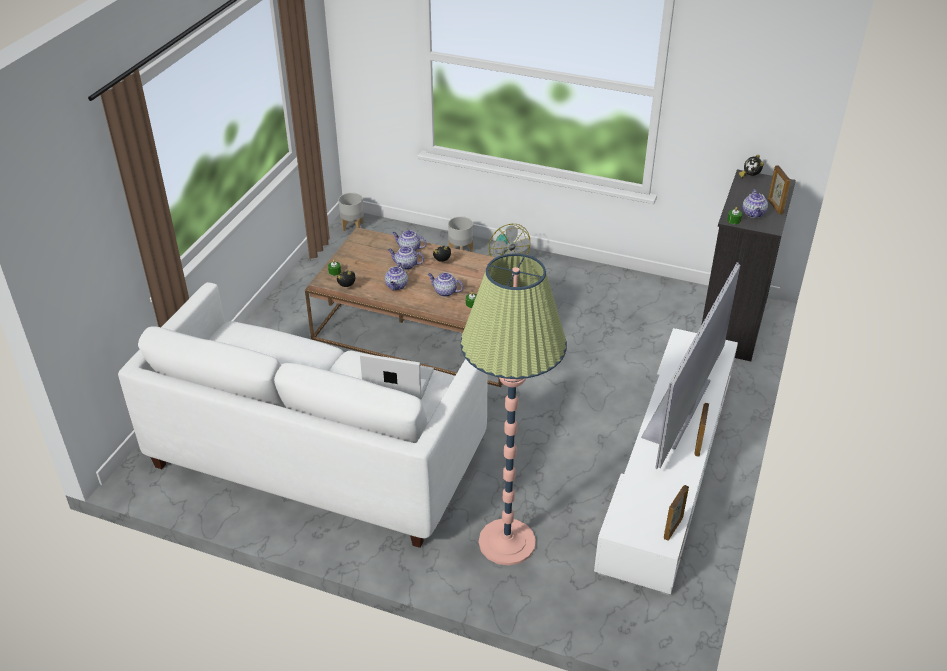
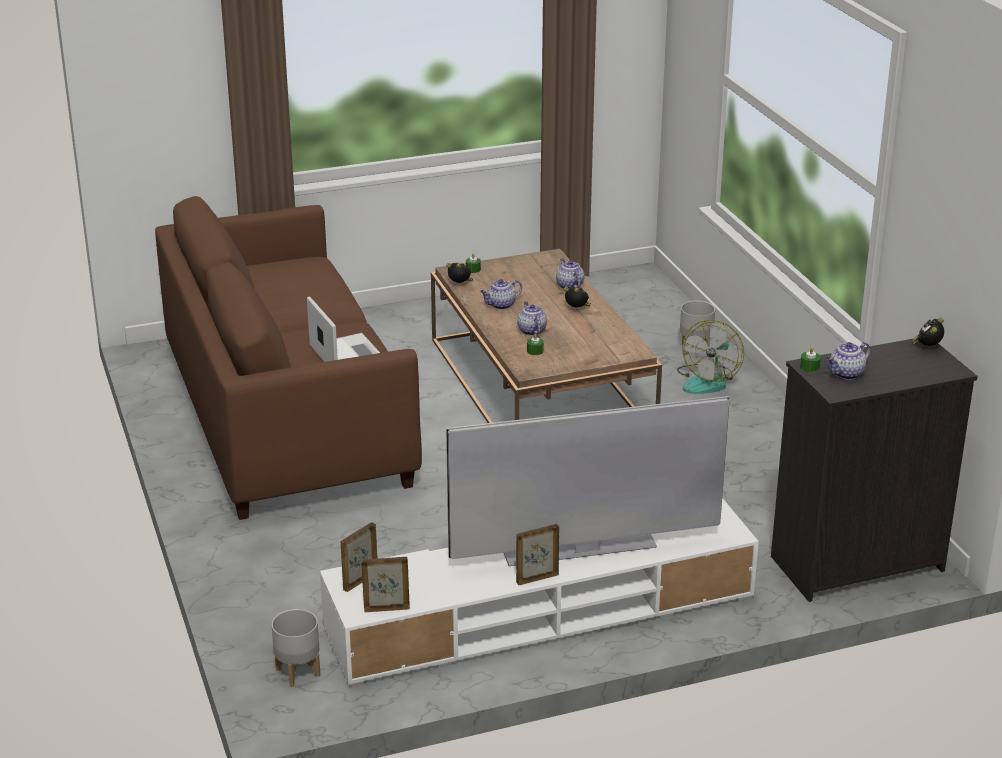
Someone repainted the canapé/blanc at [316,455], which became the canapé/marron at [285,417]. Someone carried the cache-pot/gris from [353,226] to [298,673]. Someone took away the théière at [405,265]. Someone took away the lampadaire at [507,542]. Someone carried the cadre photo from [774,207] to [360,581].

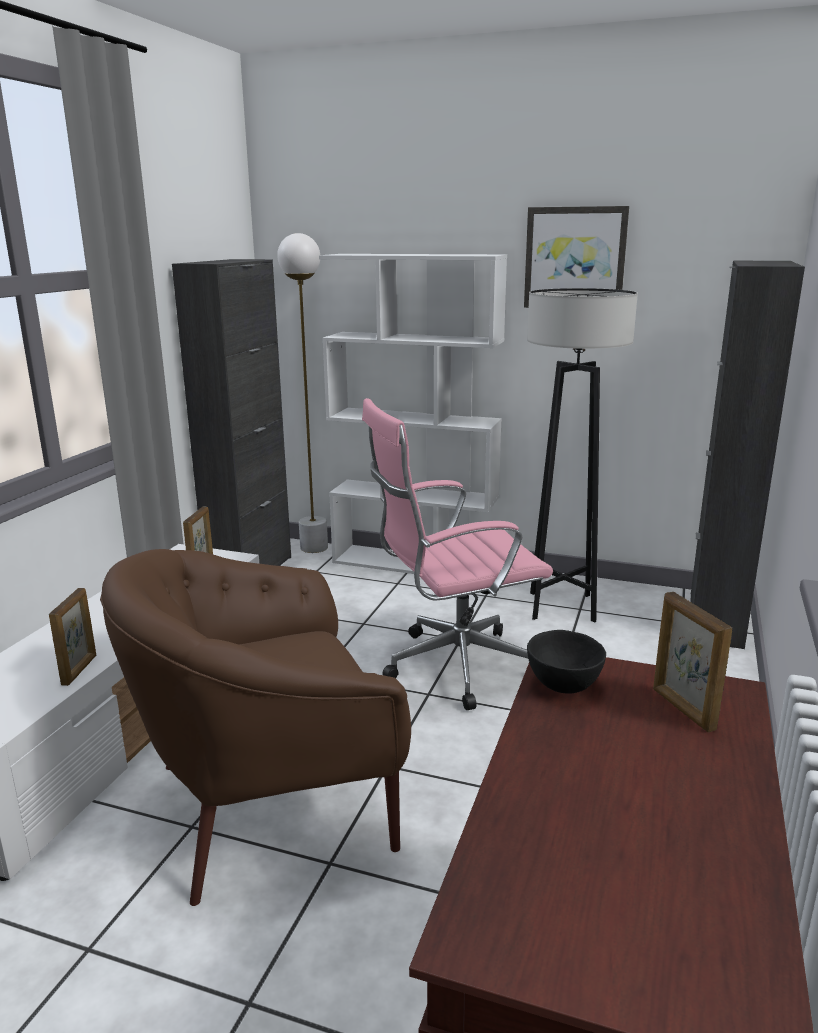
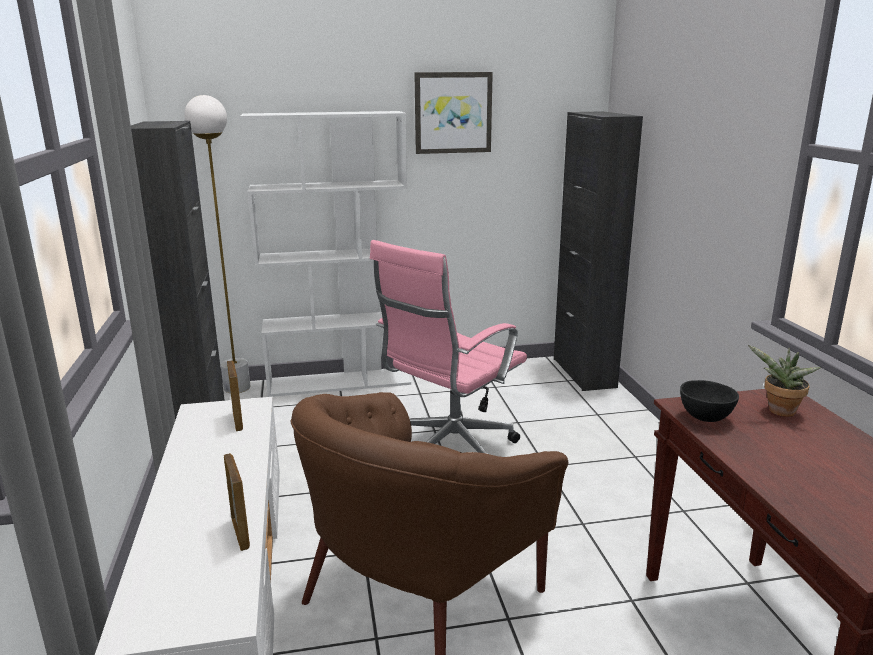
Someone took away the lampadaire/gris at [561,607]. Someone swapped the cadre photo at [682,709] for the plante en pot at [779,412].

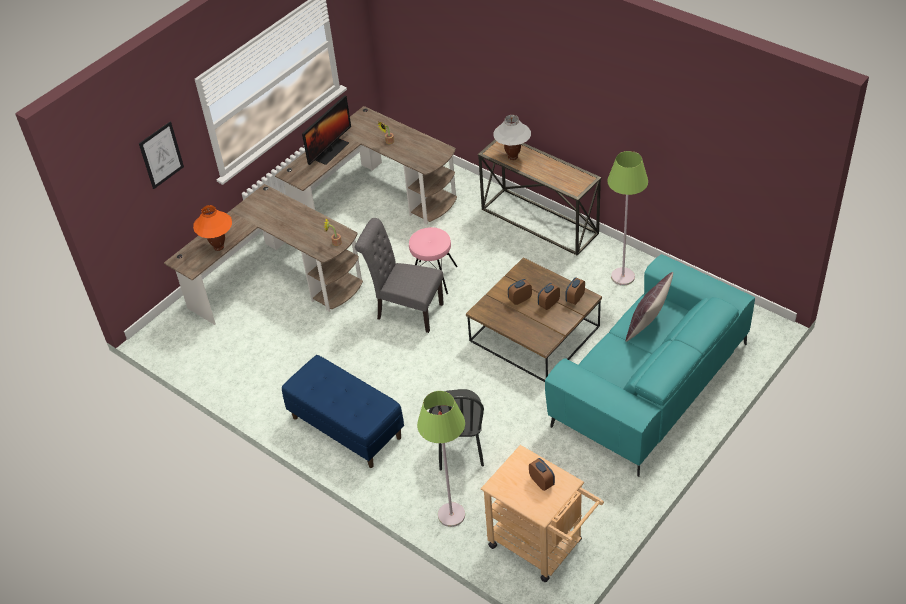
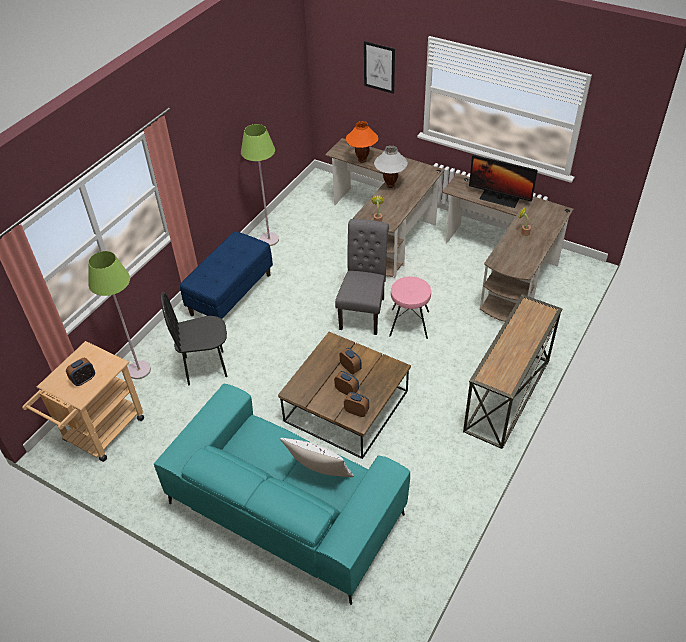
Someone carried the lampe de table/blanc from [512,157] to [390,185]. Someone carried the lampadaire/vert from [622,277] to [269,239]. Someone repainted the coussin/marron at [647,325], which became the coussin/blanc at [319,474].

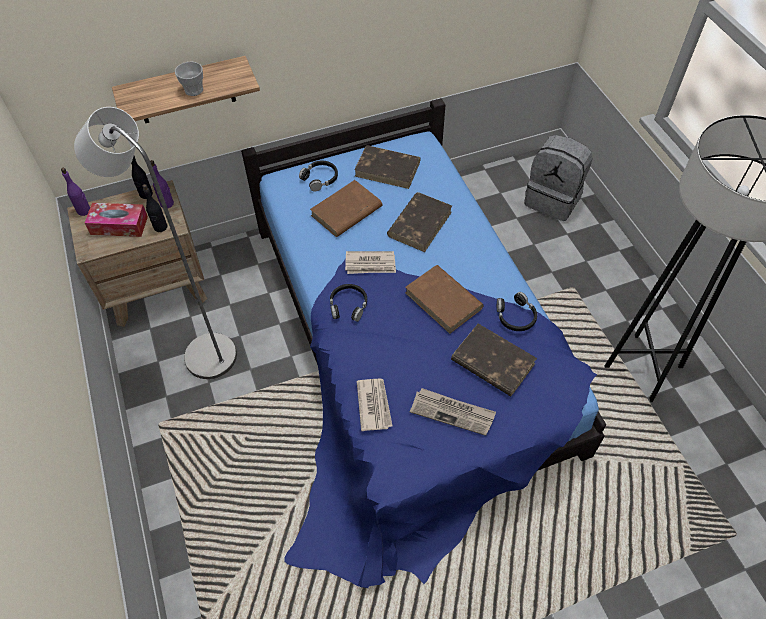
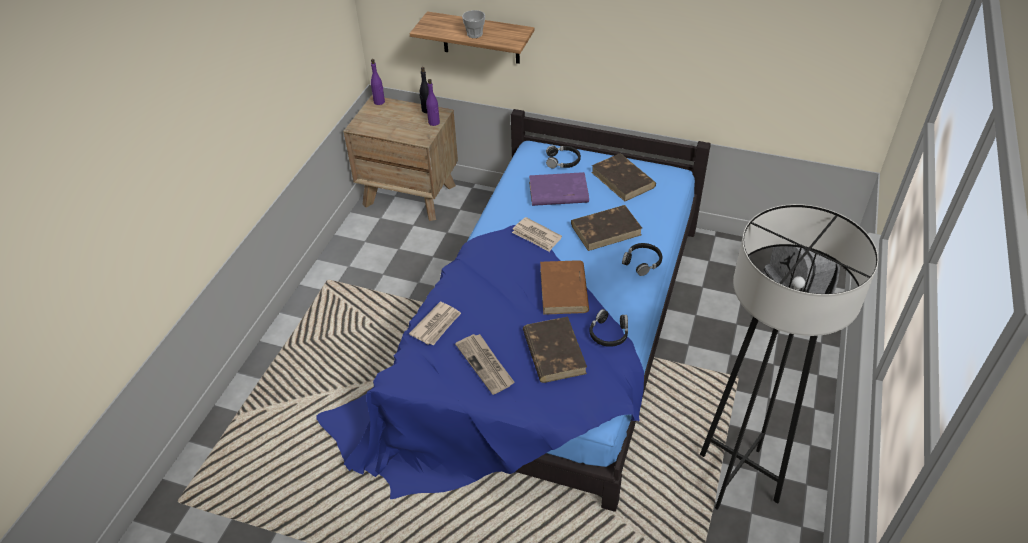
Someone took away the lampadaire/gris at [203,351]. Someone took away the boîte à mouchoirs at [119,225]. Someone took away the bouteille/noir at [160,227]. Someone repainted the livre/marron at [346,212], which became the livre/violet at [557,193]. Someone carried the casque audio/noir from [348,305] to [642,262].

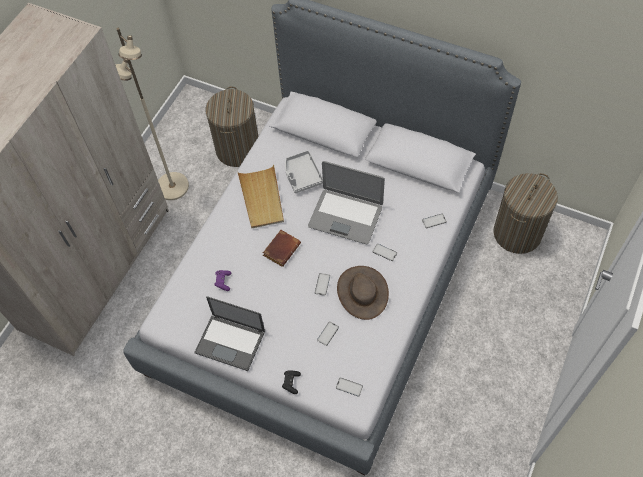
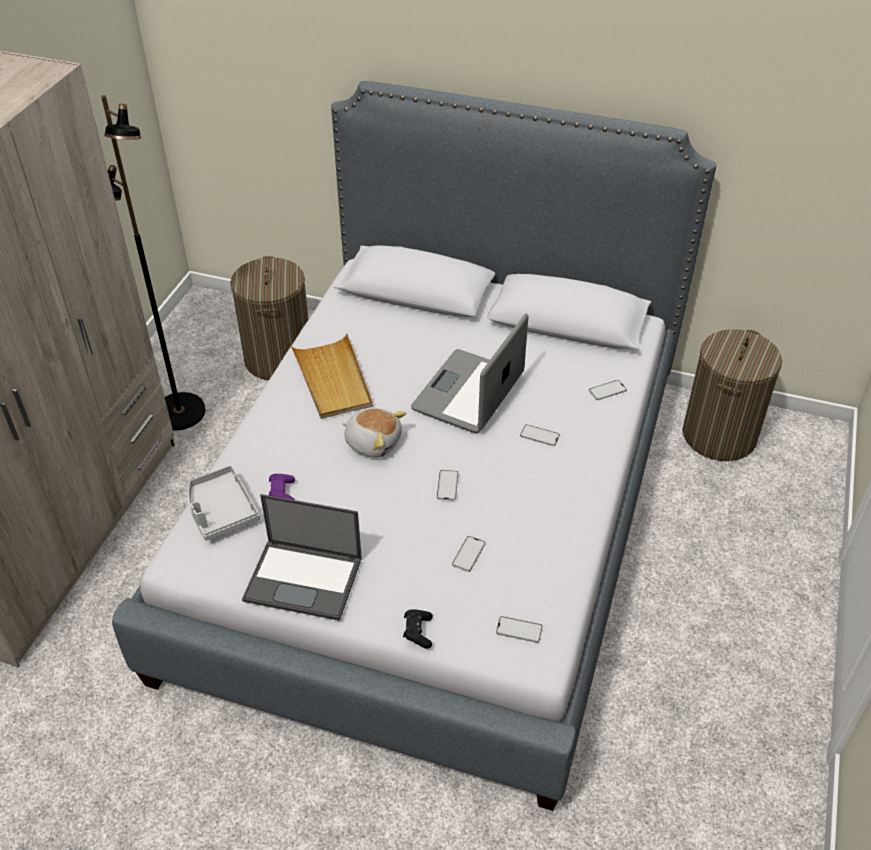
Someone repainted the lampadaire/beige at [172,187], which became the lampadaire/noir at [178,413]. Someone swapped the livre/marron at [281,248] for the peluche at [373,442]. Someone carried the plateau/gris from [302,175] to [221,510]. Someone rotated the ordinateur portable at [345,216] by 105 degrees clockwise. Someone took away the chapeau/marron at [362,292].

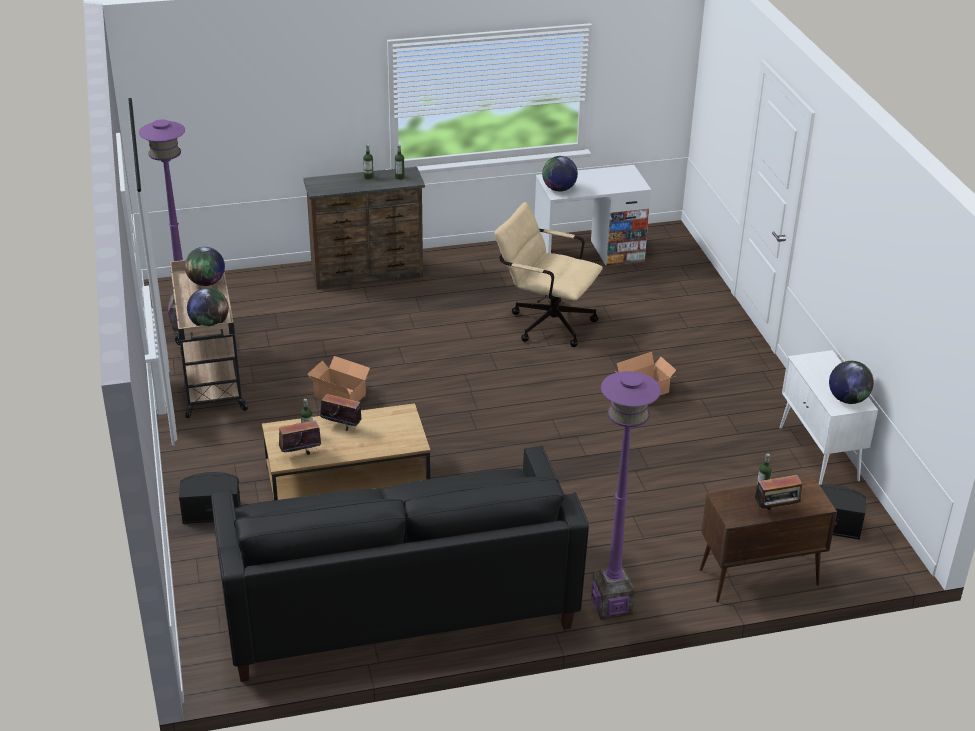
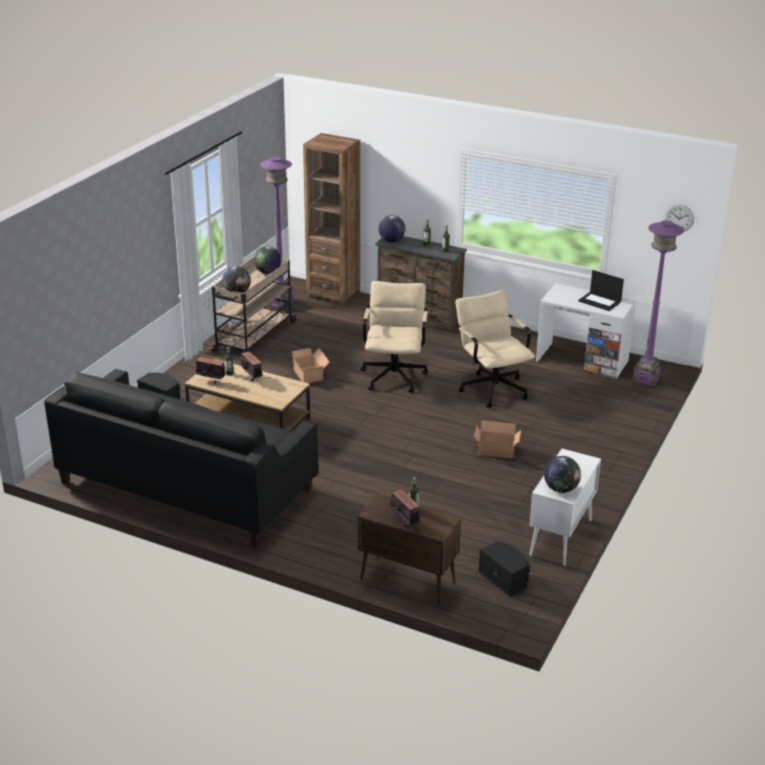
Someone carried the globe from [559,189] to [391,241]. Someone carried the lampadaire/violet from [611,606] to [645,381]. Someone rotated the radio at [776,510] by 150 degrees counterclockwise. Someone put down the bibliothèque/marron at [333,295]. Someone put down the chaise de bureau/beige at [394,374]. Someone put down the ordinateur portable at [600,301]. Someone put up the horloge murale at [679,218].

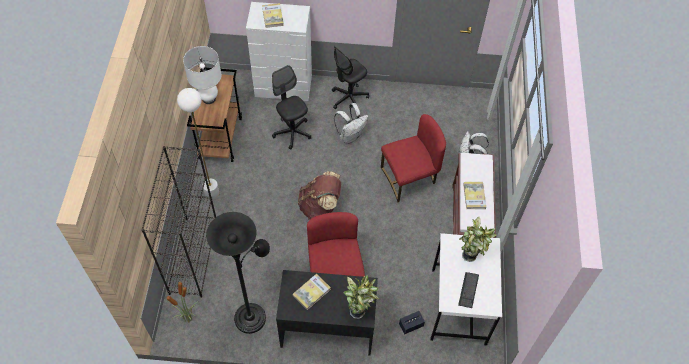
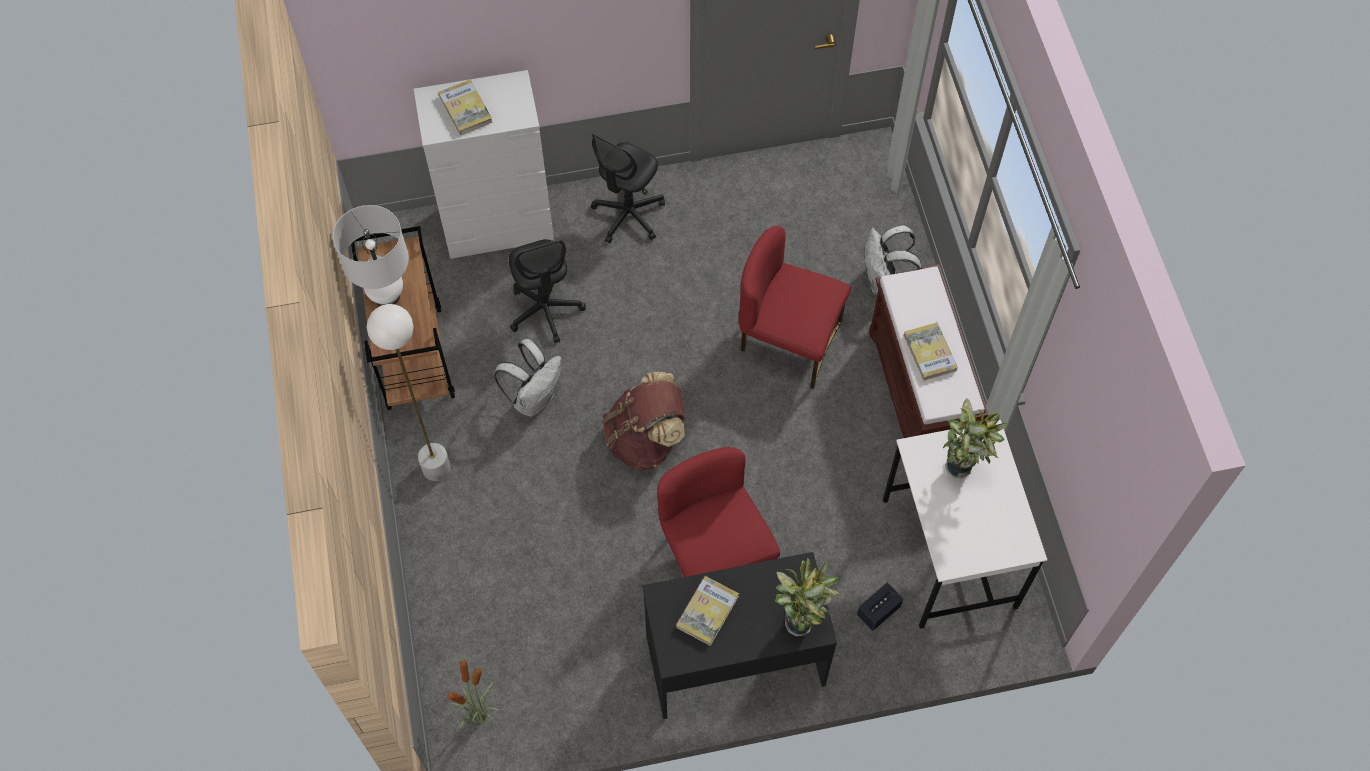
Someone took away the bibliothèque/noir at [193,256]. Someone took away the lampadaire/noir at [252,315]. Someone rotated the chaise de bureau/noir at [292,132] by 150 degrees counterclockwise. Someone carried the sac à dos/blanc from [350,136] to [534,398]. Someone rotated the chaise/rouge at [409,178] by 120 degrees counterclockwise. Someone took away the clavier at [468,290].

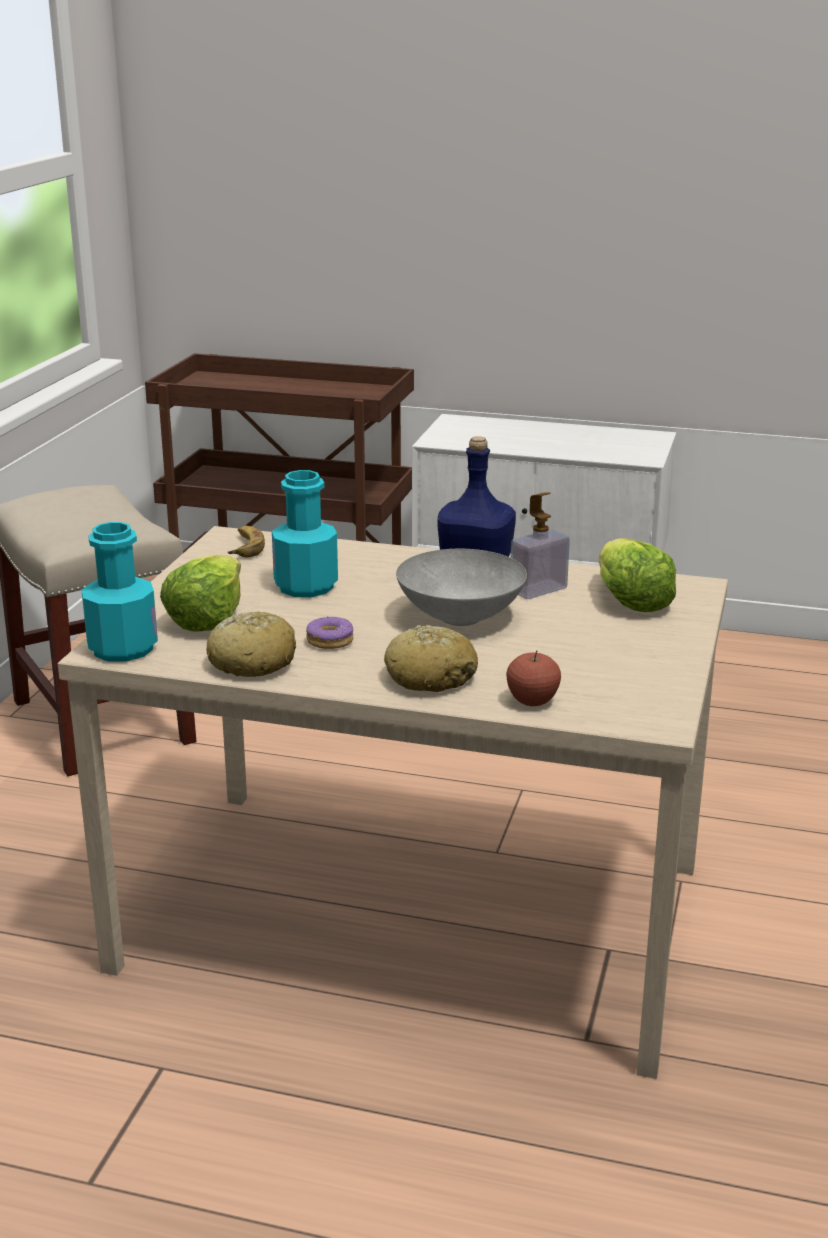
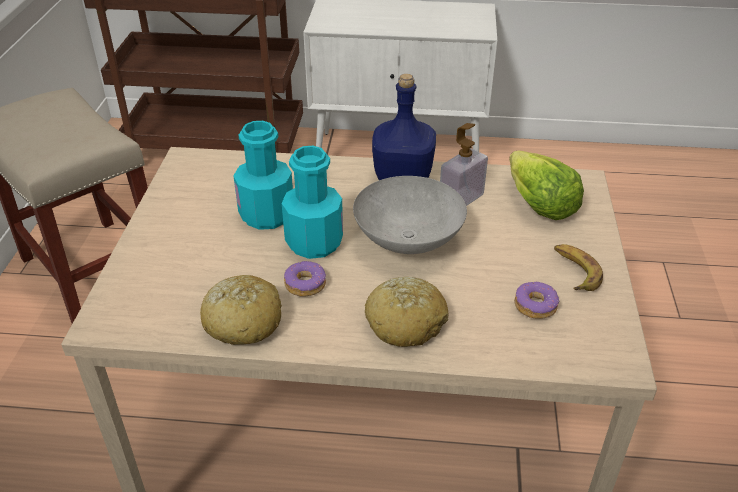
Someone carried the bouteille/turquoise from [123,648] to [314,242]. Someone took away the laitue at [206,618]. Someone carried the banane from [245,547] to [574,271]. Someone took away the pomme at [532,701]. Someone put down the beignet at [535,306].

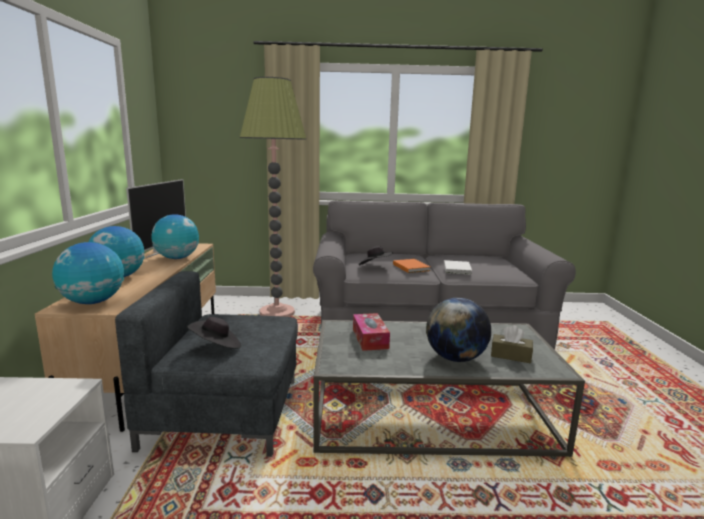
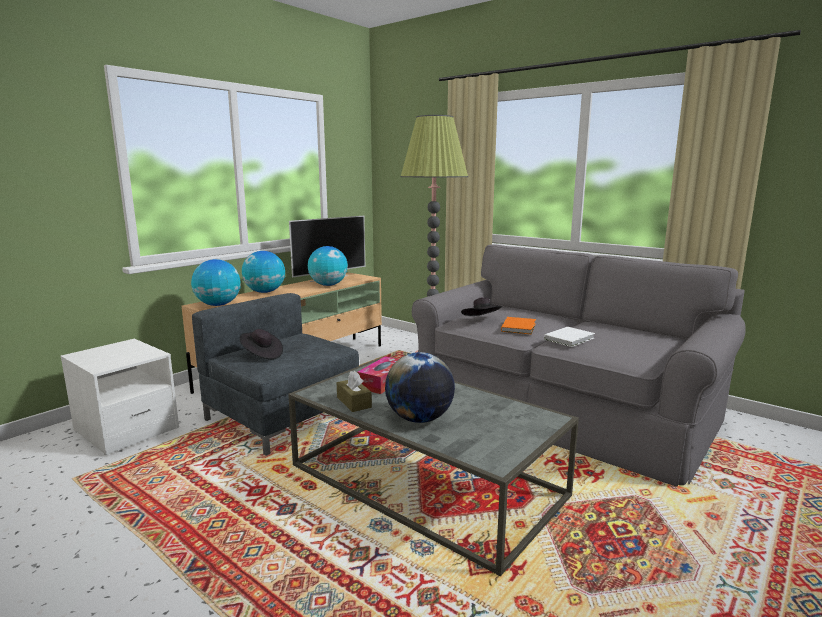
Someone carried the boîte à mouchoirs/marron from [510,355] to [354,402].

